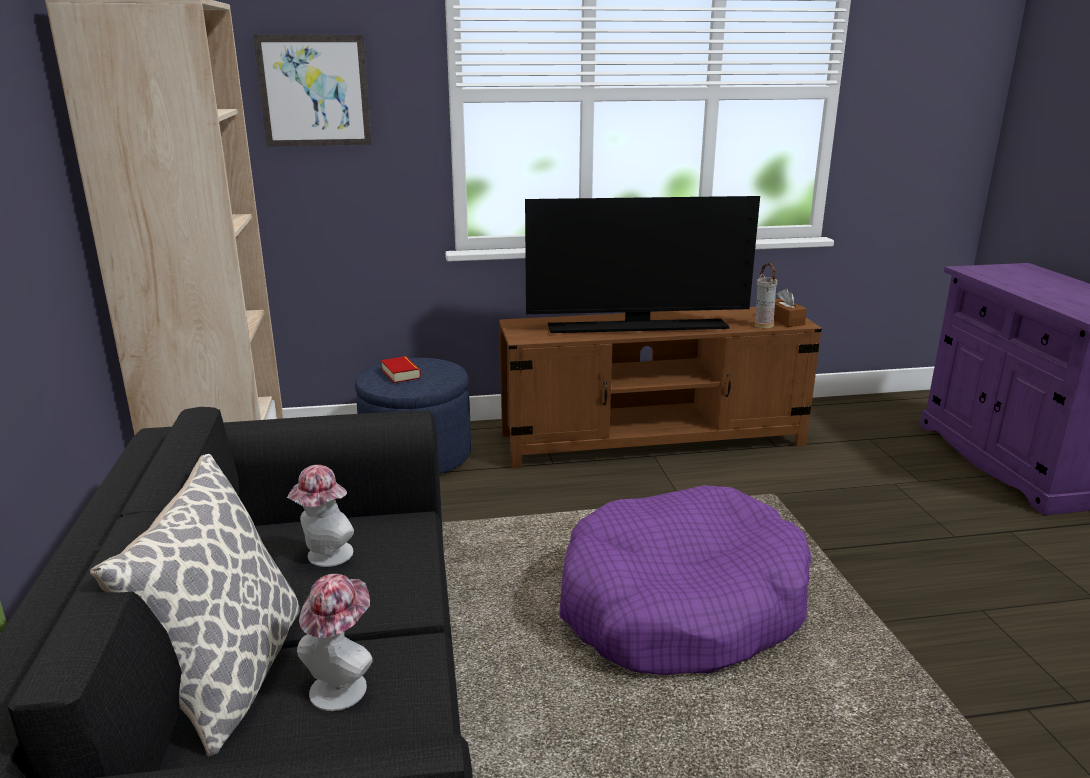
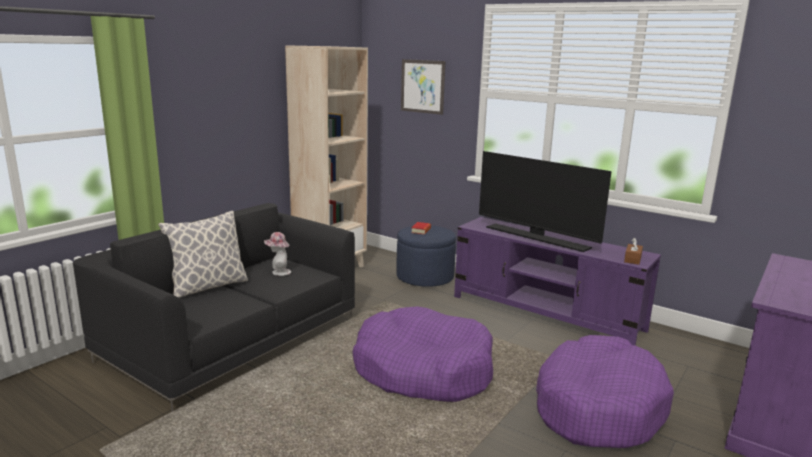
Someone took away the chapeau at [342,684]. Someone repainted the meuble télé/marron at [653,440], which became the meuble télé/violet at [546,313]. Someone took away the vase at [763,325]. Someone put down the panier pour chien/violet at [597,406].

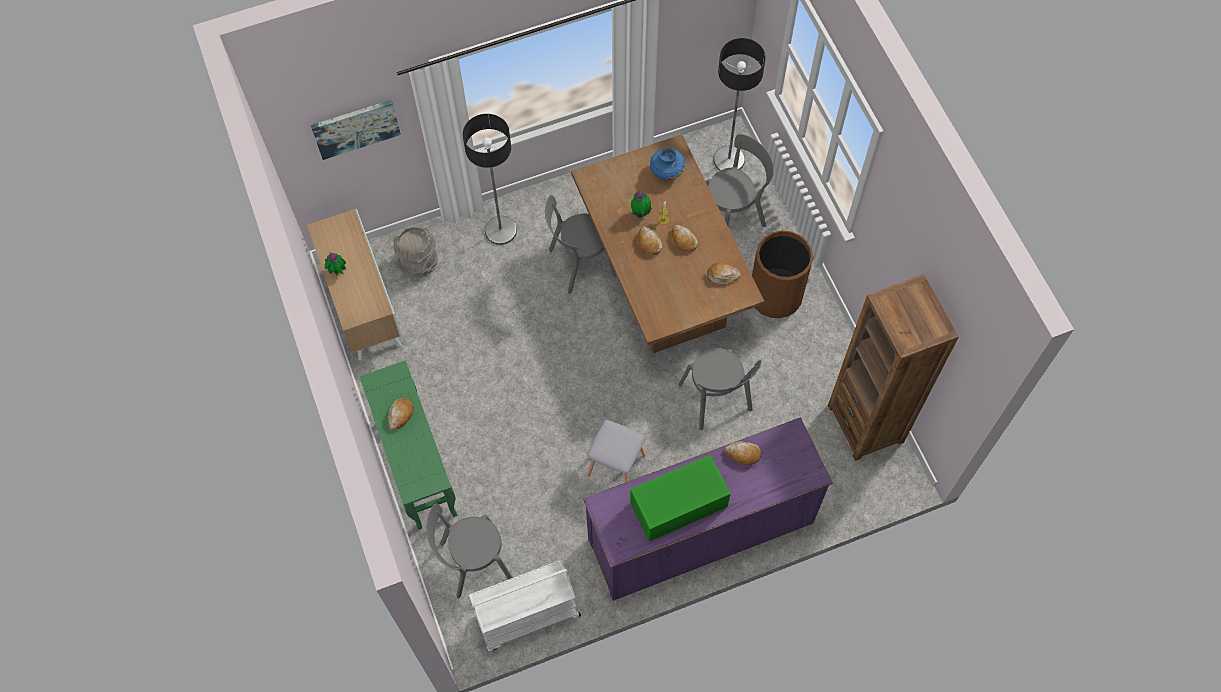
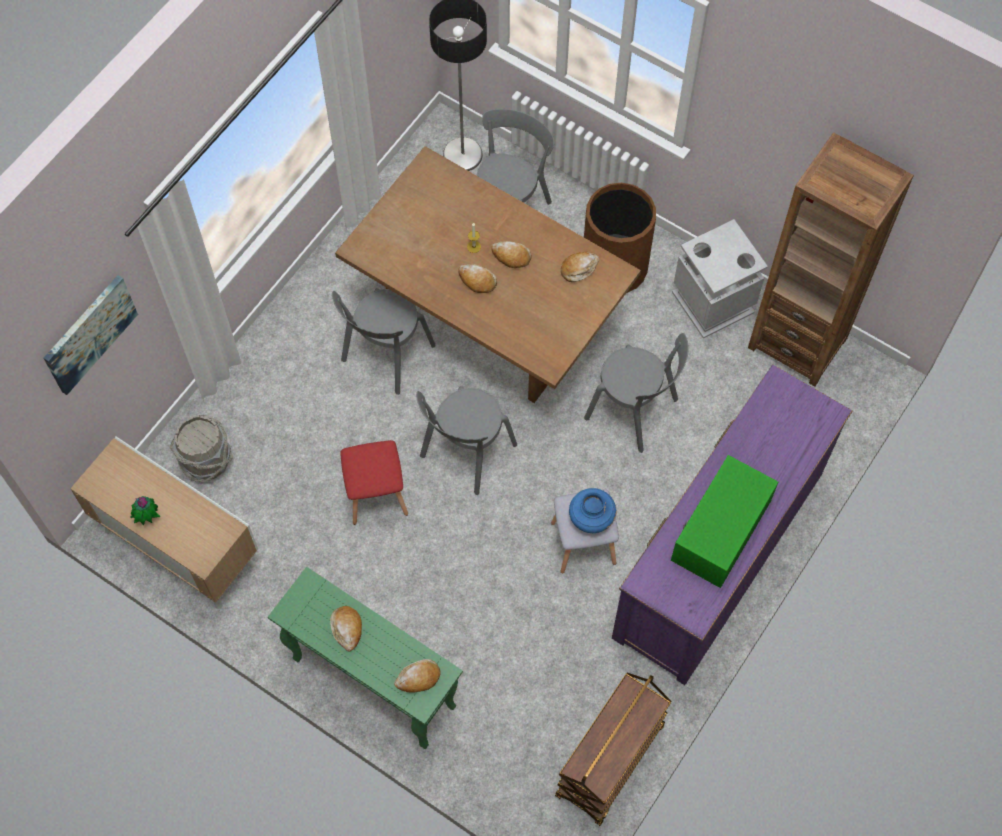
Someone carried the chaise/gris from [472,562] to [465,453]. Someone took away the lampadaire at [501,230]. Someone repainted the chariot/blanc at [527,617], which became the chariot/marron at [610,762]. Someone took away the plante en pot at [640,213]. Someone carried the vase/bleu from [666,171] to [591,518]. Someone carried the pain from [743,454] to [418,678]. Someone put down the tabouret/rouge at [375,495]. Someone put down the poubelle/gris at [713,302].

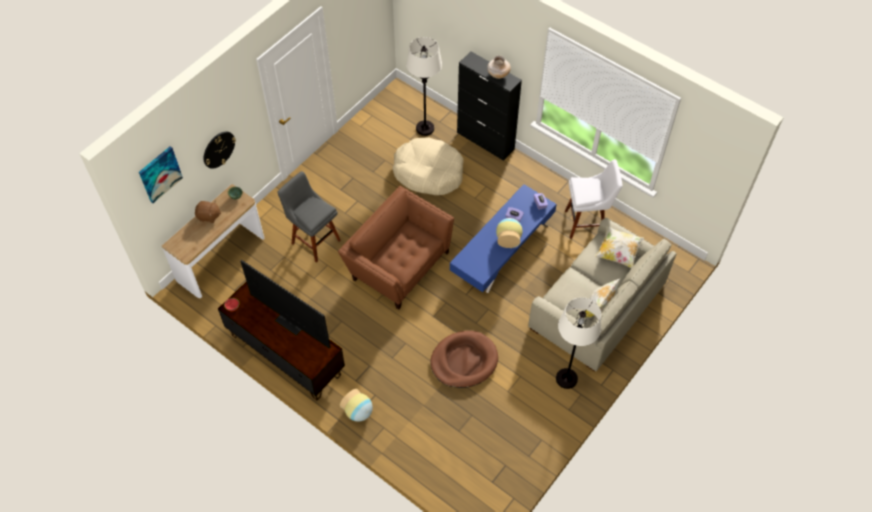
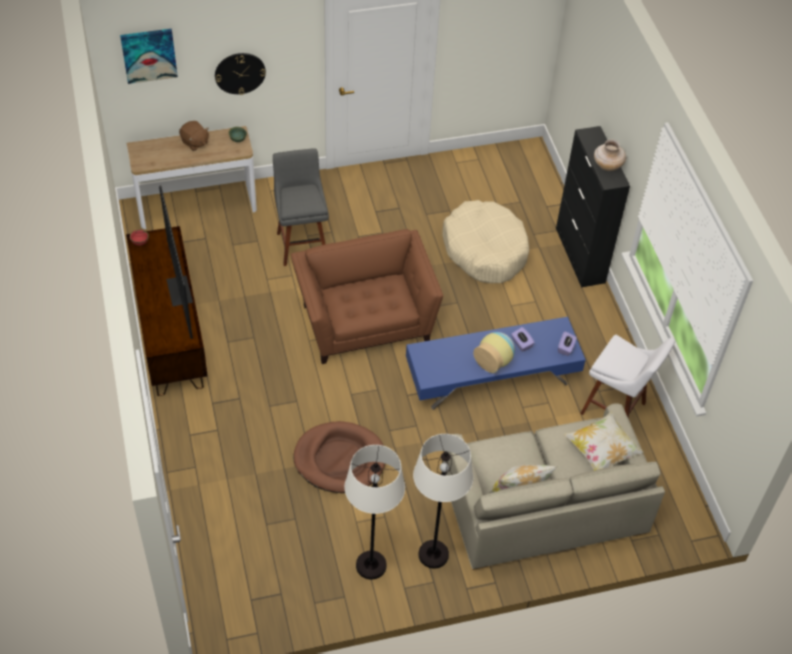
Someone took away the vase at [358,412]. Someone carried the lampadaire/blanc from [425,128] to [370,565].

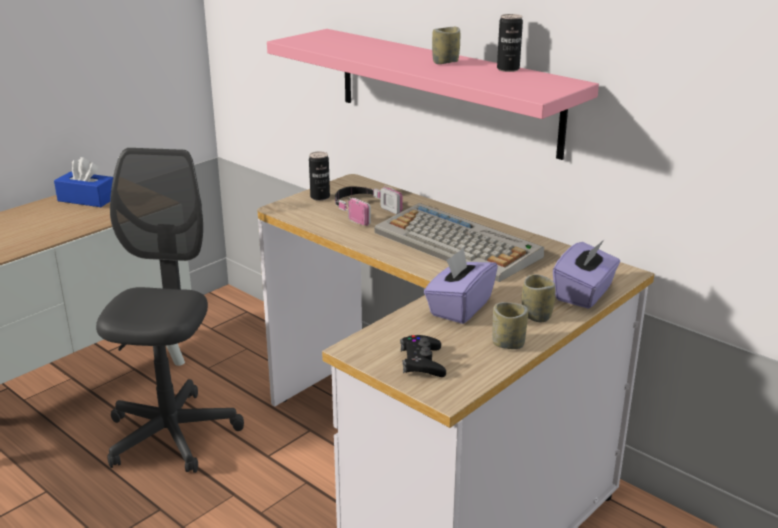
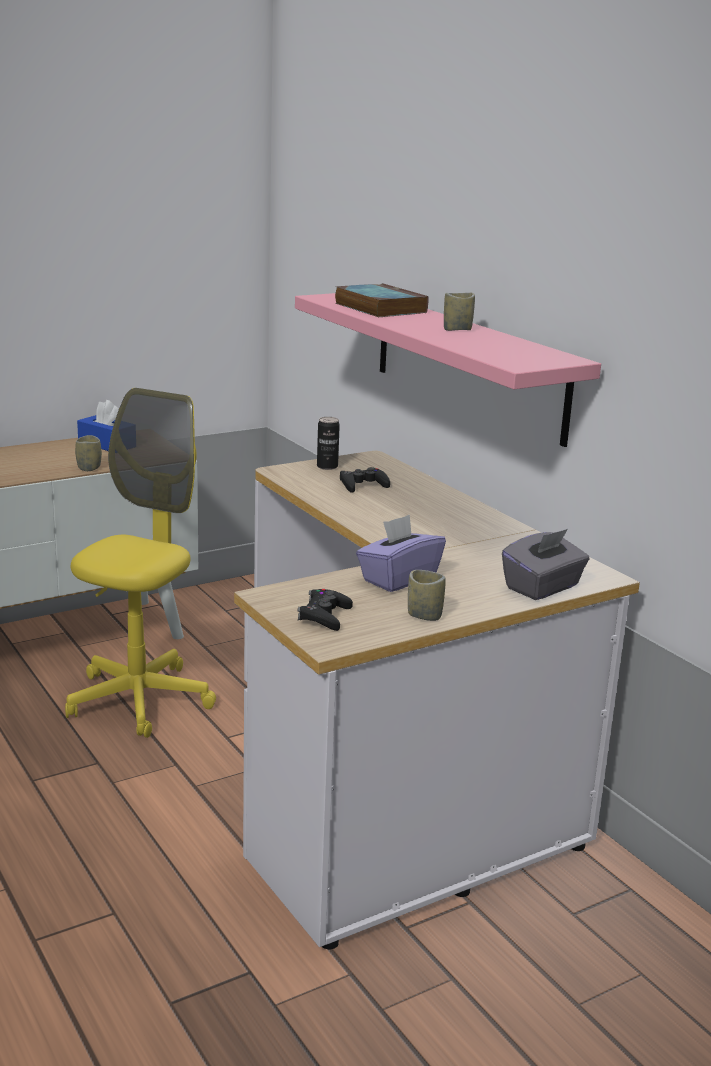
Someone repainted the chaise de bureau/gris at [172,435], which became the chaise de bureau/jaune at [139,700]. Someone swapped the casque audio at [363,212] for the manette/noir at [363,485]. Someone took away the clavier at [458,244]. Someone took away the boîte métallique at [508,69]. Someone carried the tasse from [536,315] to [89,468]. Someone repainted the boîte à mouchoirs/violet at [584,294], which became the boîte à mouchoirs/gris at [543,587]. Someone put down the livre at [378,307].

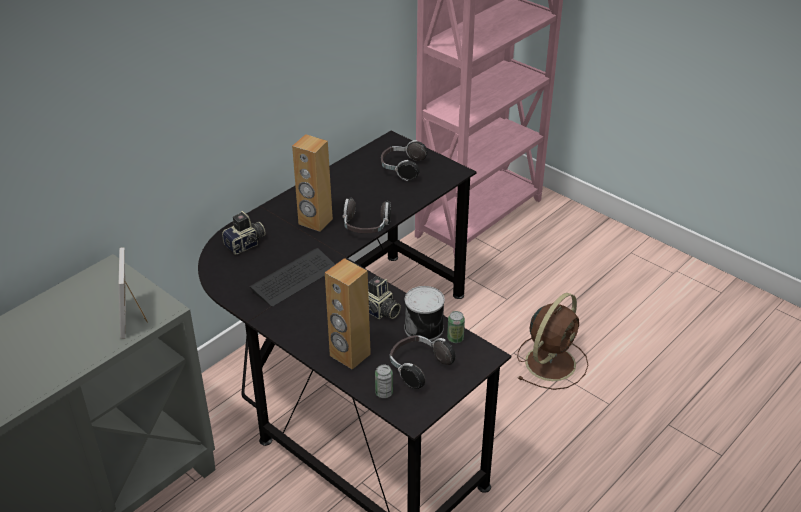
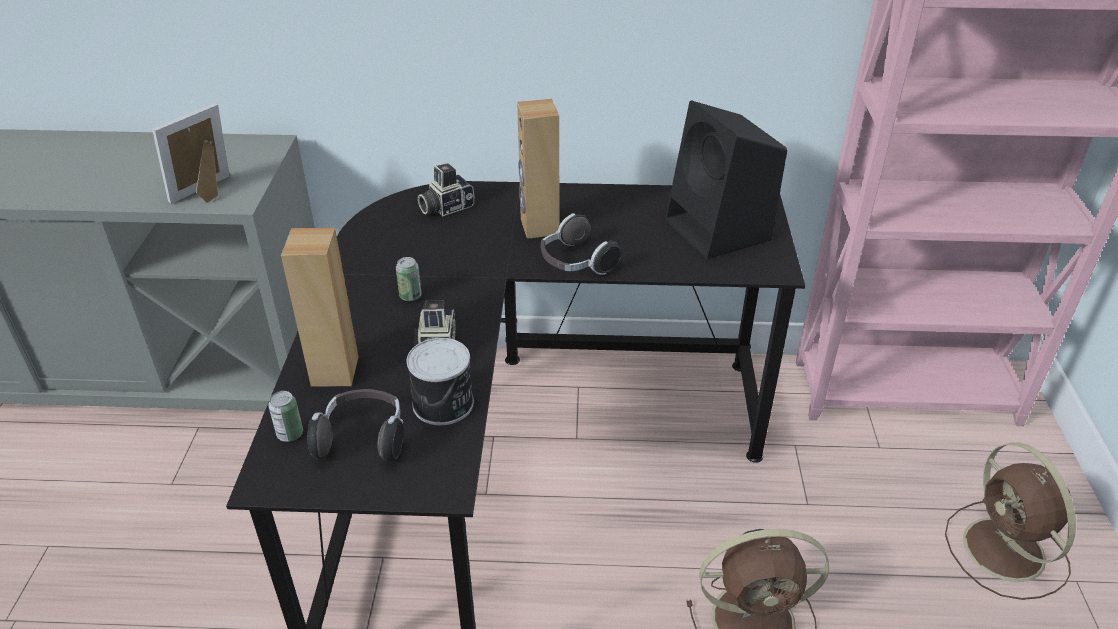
Someone rotated the appareil photo at [246,244] by 135 degrees clockwise. Someone took away the clavier at [294,279]. Someone swapped the casque audio at [402,168] for the enceinte/noir at [720,231]. Someone carried the boîte métallique from [455,338] to [410,296]. Someone put down the ventilateur/marron at [1006,552].

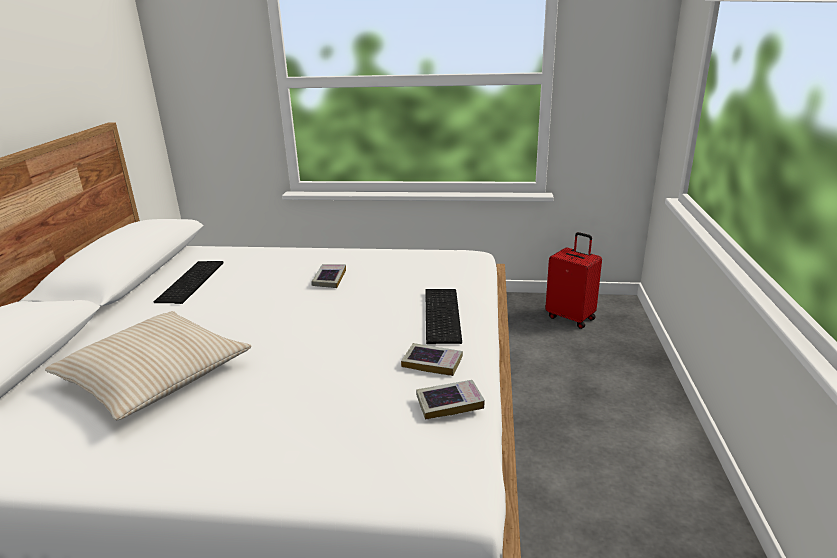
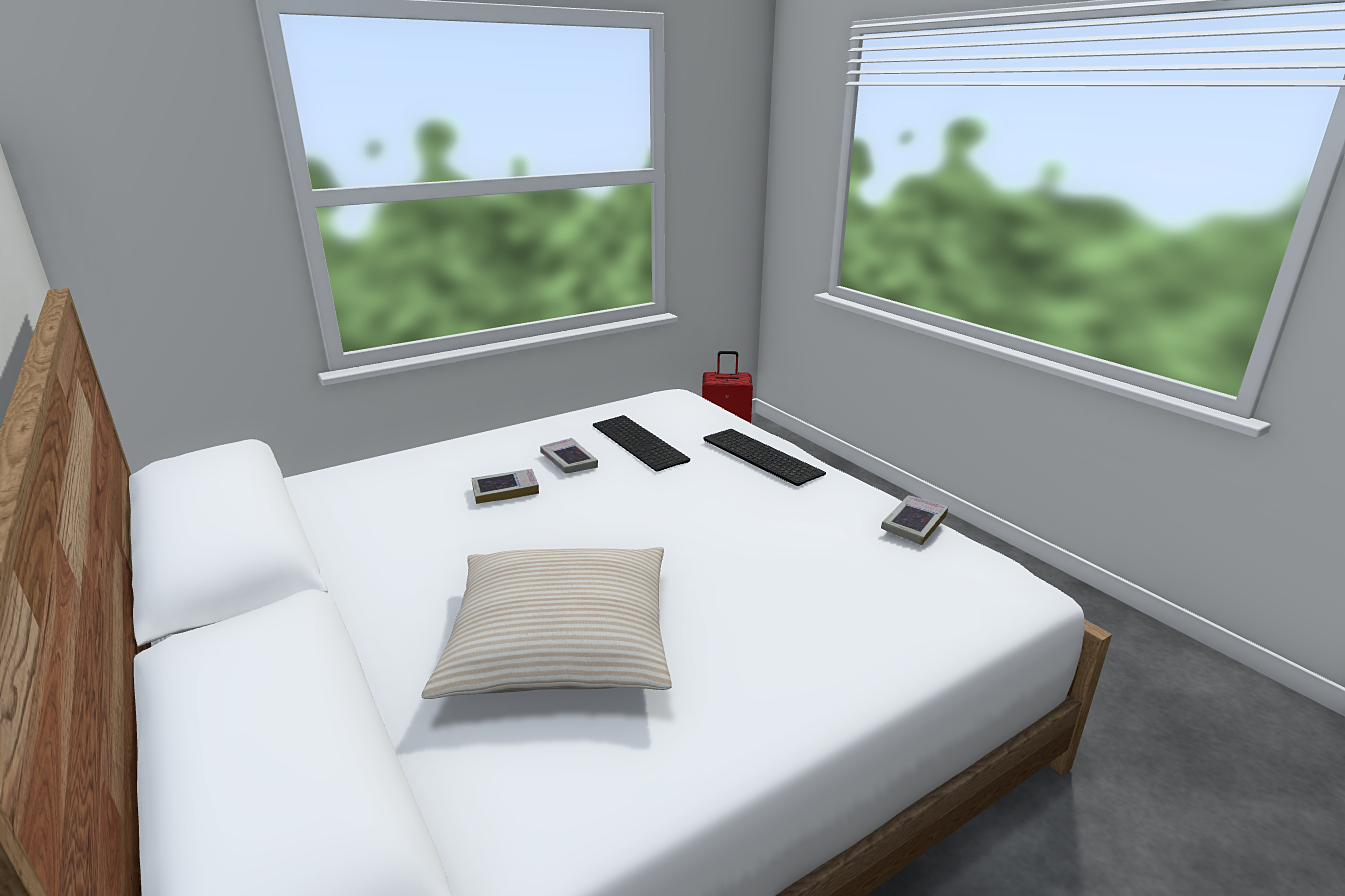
Someone carried the clavier from [192,282] to [641,442]. Someone carried the livre from [432,363] to [505,490].

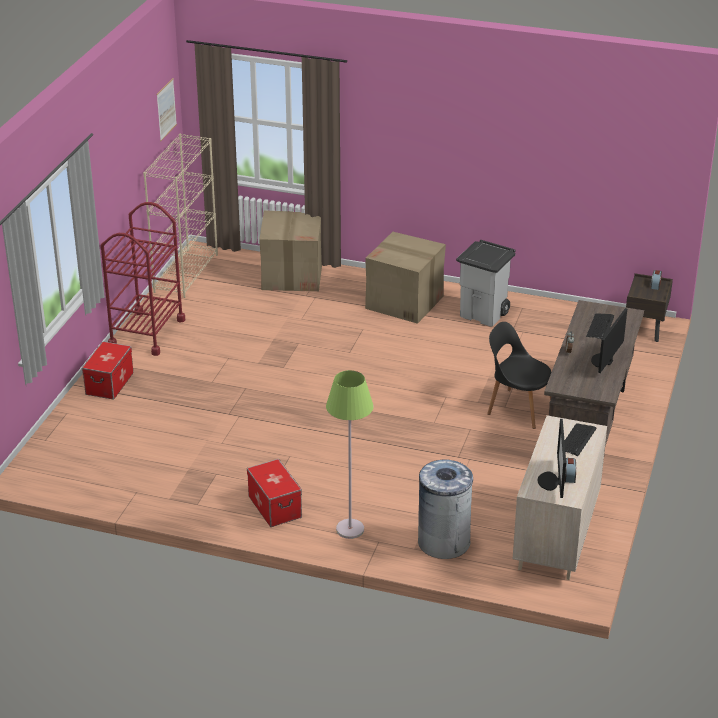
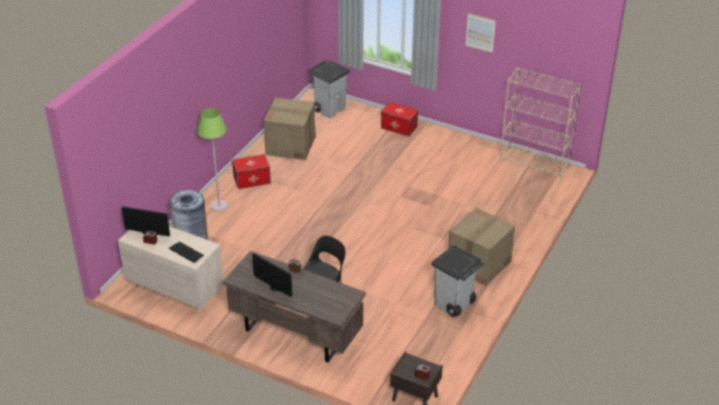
Someone took away the chariot/rouge at [147,333]. Someone carried the tableau from [166,109] to [480,33]. Someone carried the carton from [292,275] to [291,145]. Someone took away the clavier at [600,327]. Someone put down the poubelle/gris at [329,109].

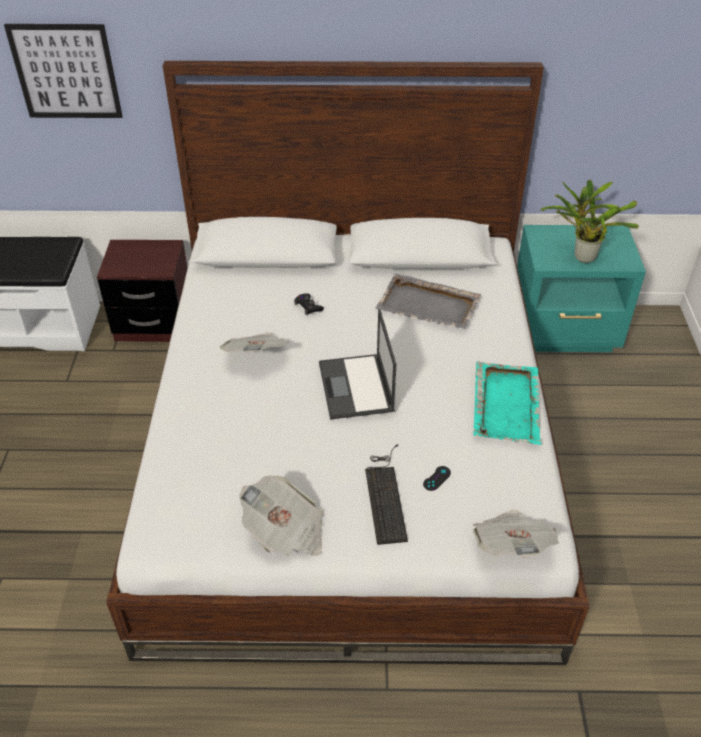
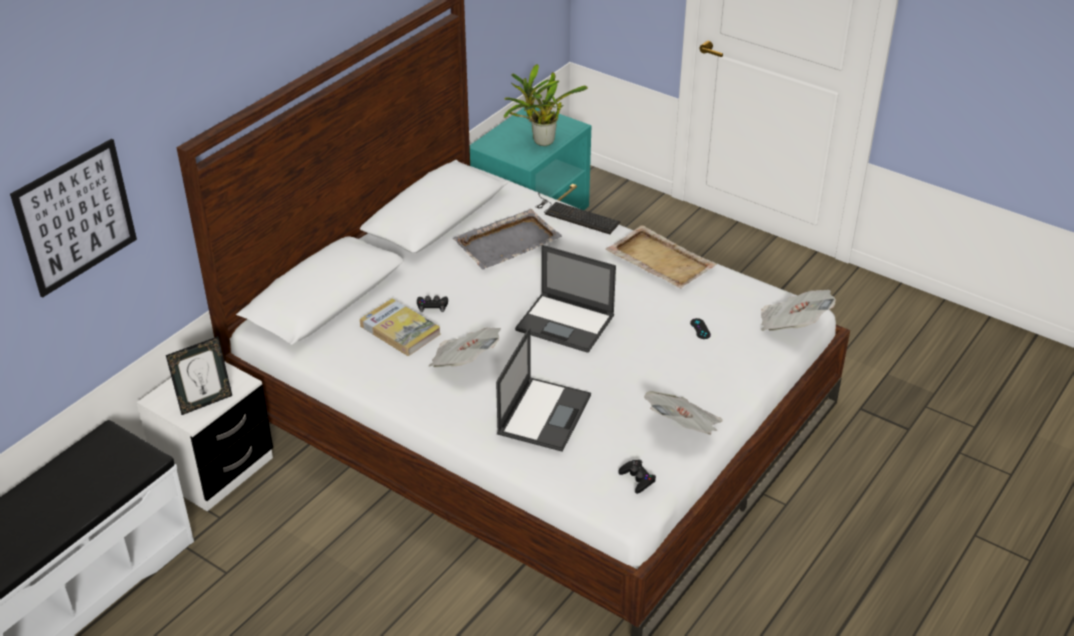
Someone repainted the table de chevet/marron at [155,324], which became the table de chevet/blanc at [216,469]. Someone carried the clavier from [385,495] to [574,215]. Someone repainted the plateau/turquoise at [506,404], which became the plateau/beige at [659,260]. Someone put down the cadre photo at [205,402]. Someone put down the livre at [400,330]. Someone put down the ordinateur portable at [544,413]. Someone put down the manette/noir at [637,479].

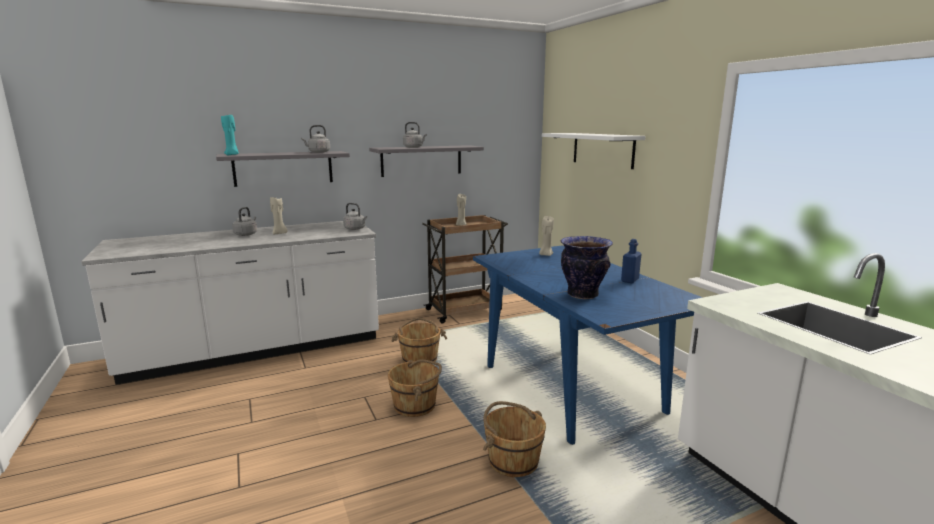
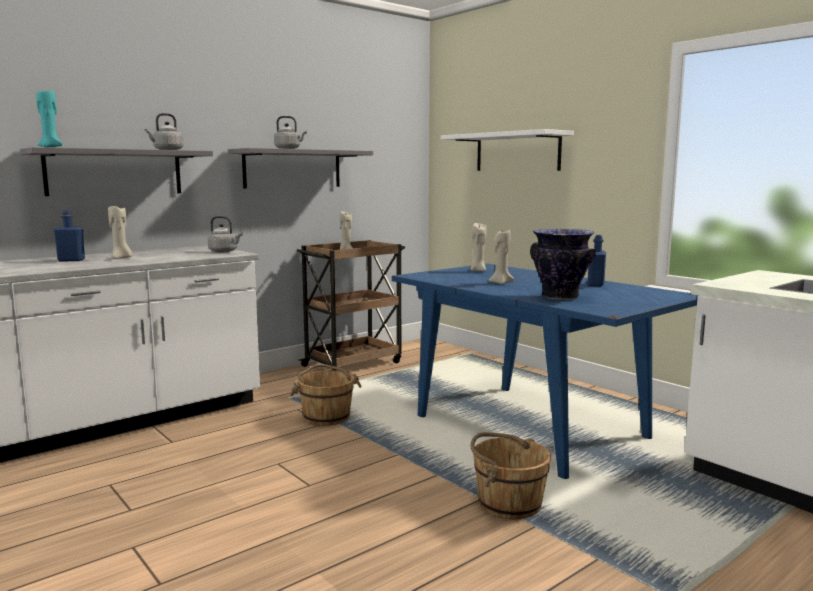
Someone swapped the bouilloire/gris at [246,234] for the bouteille/bleu at [71,260]. Someone took away the seau/marron at [415,405]. Someone put down the bougie/beige at [500,283].

